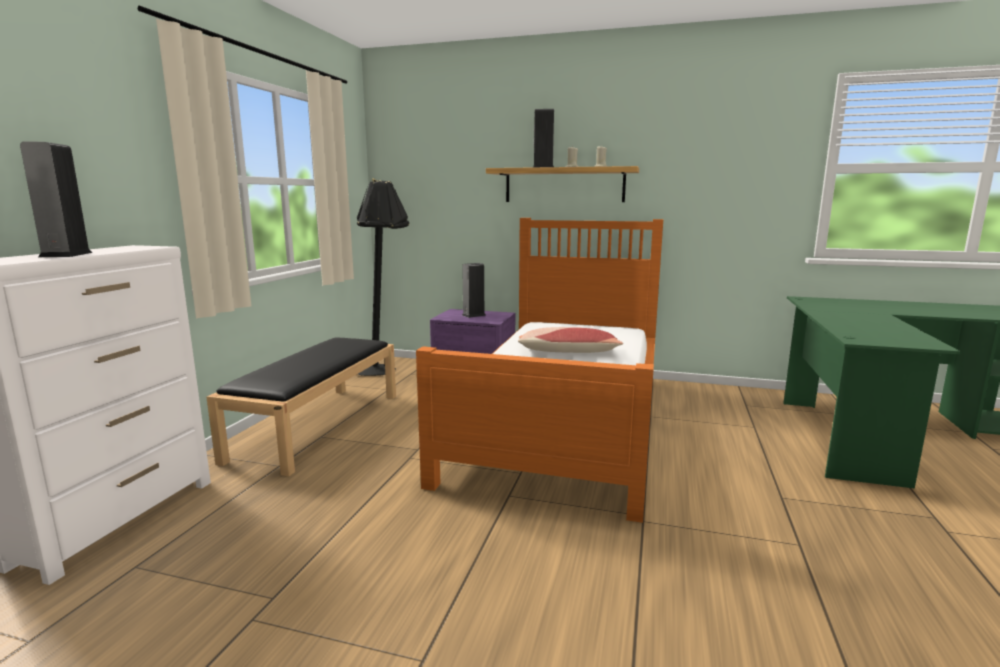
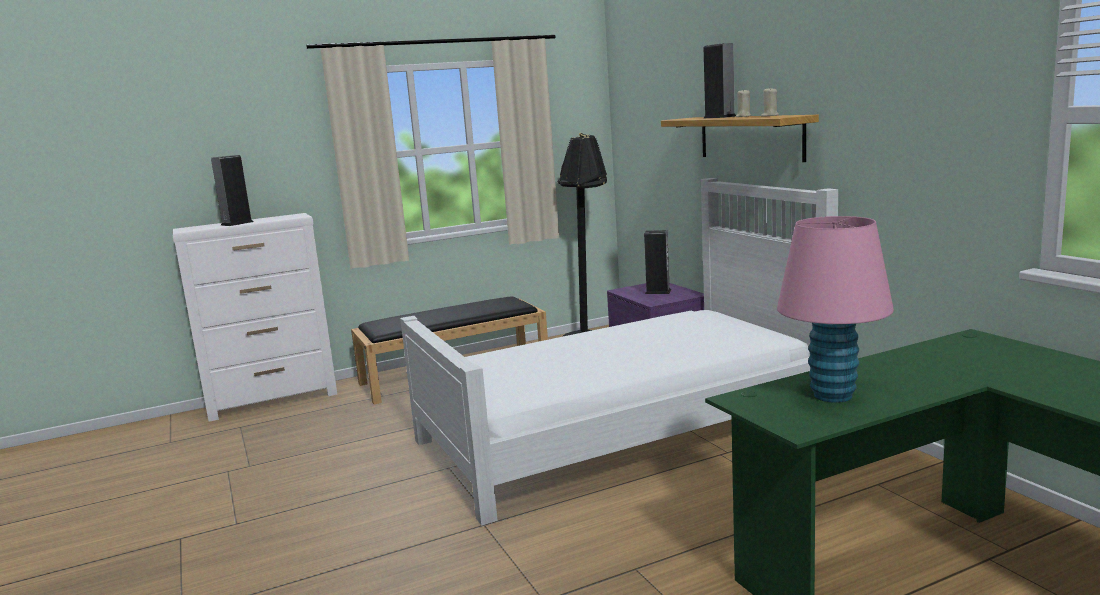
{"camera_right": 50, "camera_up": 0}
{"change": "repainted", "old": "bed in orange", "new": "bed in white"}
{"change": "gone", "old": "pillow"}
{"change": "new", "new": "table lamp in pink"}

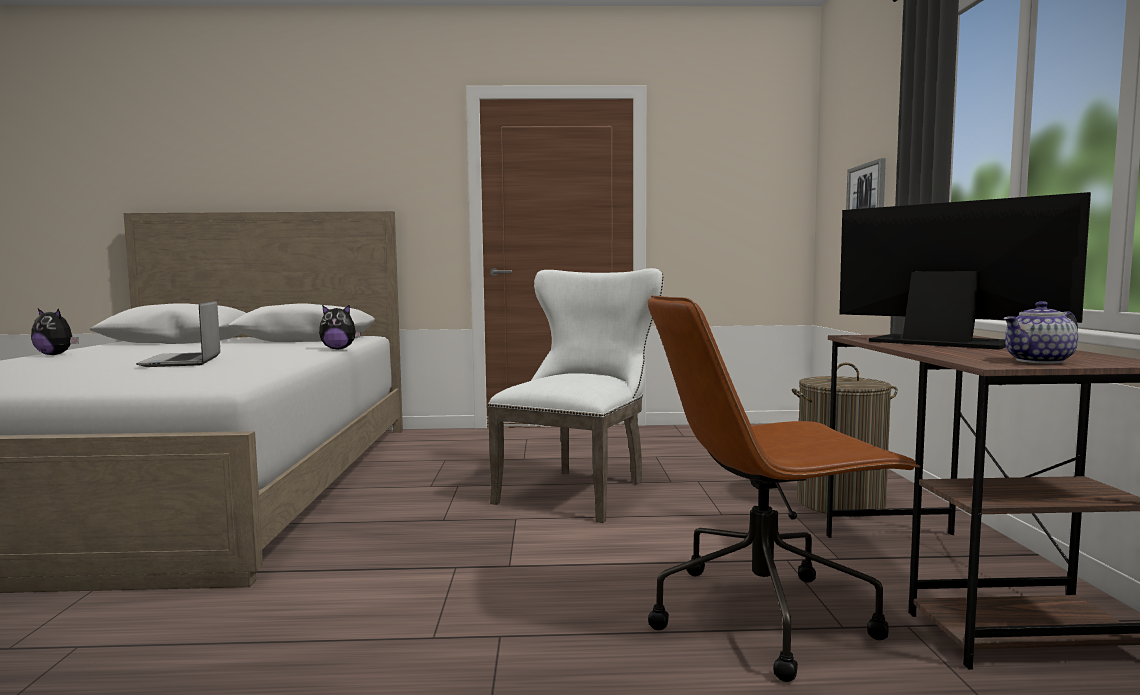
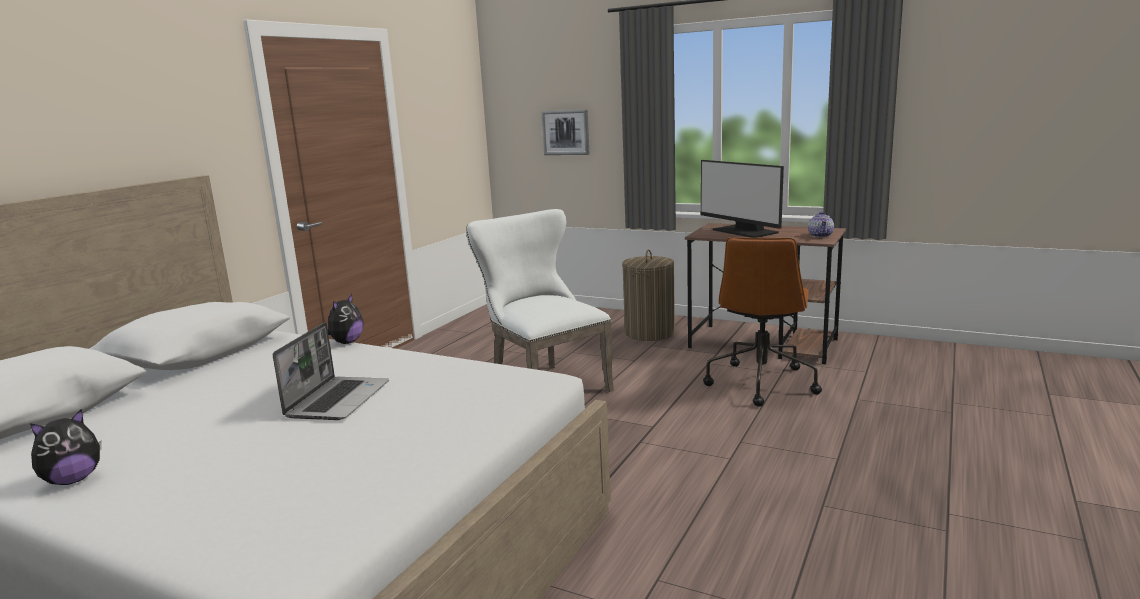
{"camera_right": -60, "camera_up": 10}
{"change": "rotated", "old": "monitor", "degrees": -105}
{"change": "rotated", "old": "laptop", "degrees": -90}

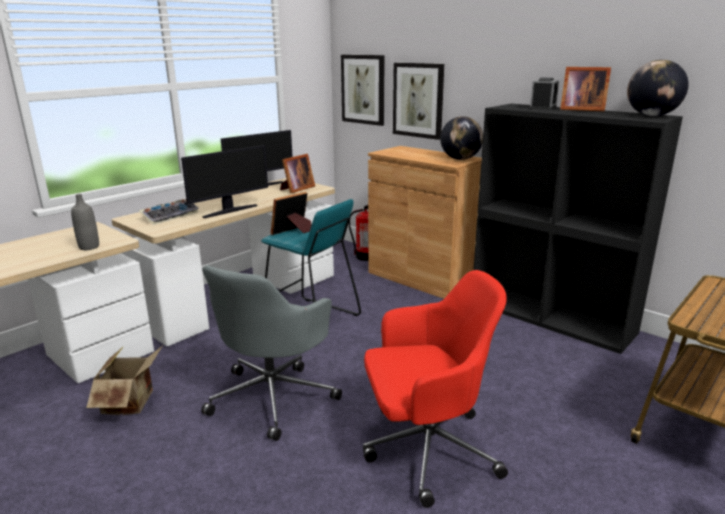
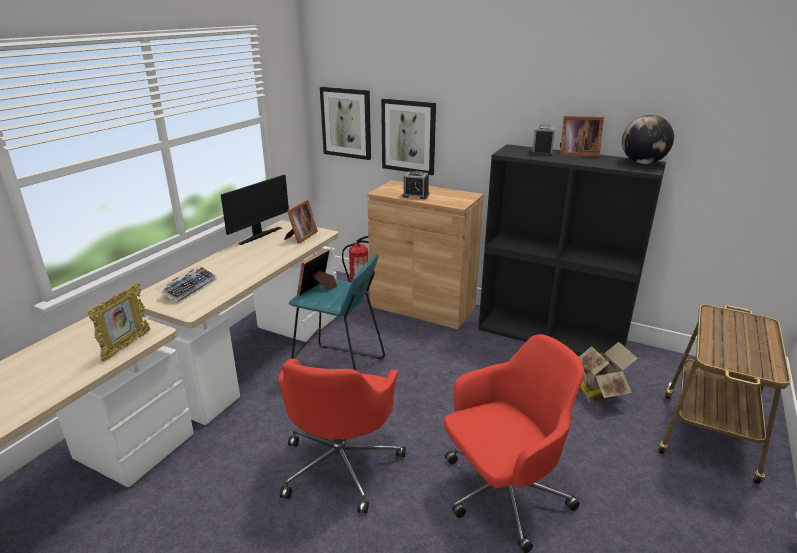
{"camera_right": -15, "camera_up": 5}
{"change": "gone", "old": "globe (no. 1 from left)"}
{"change": "gone", "old": "monitor (no. 1 from left)"}
{"change": "swapped", "old": "bottle in grey", "new": "picture frame (no. 1 from left)"}
{"change": "repainted", "old": "office chair in grey", "new": "office chair in red (no. 1 from left)"}
{"change": "shifted", "old": "cardboard box"}
{"change": "new", "new": "alarm clock (no. 1 from left)"}

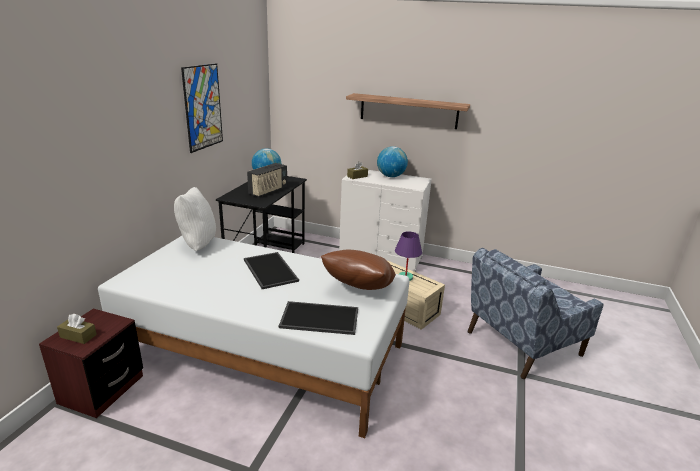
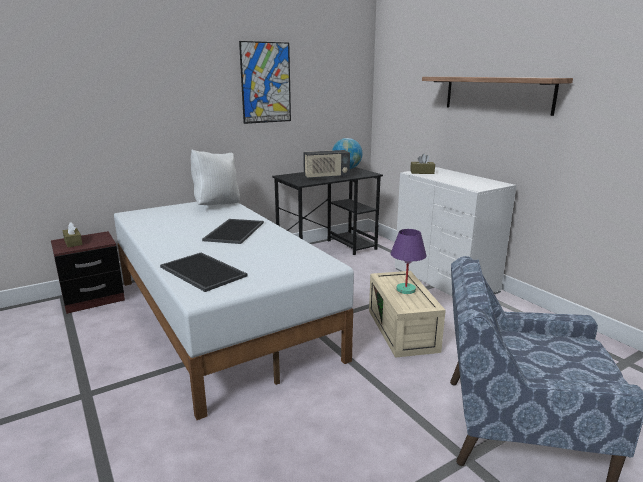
{"camera_right": 40, "camera_up": -5}
{"change": "gone", "old": "globe (no. 2 from left)"}
{"change": "gone", "old": "pillow in brown"}

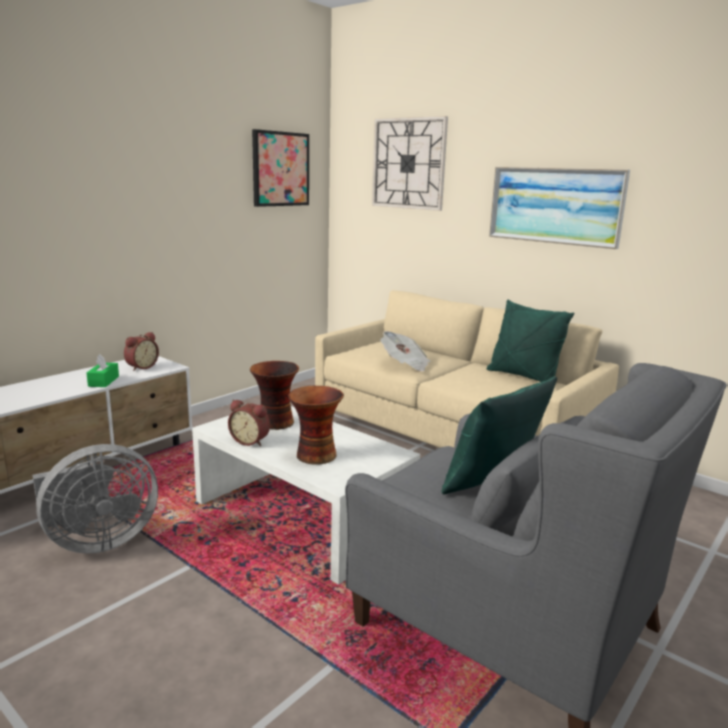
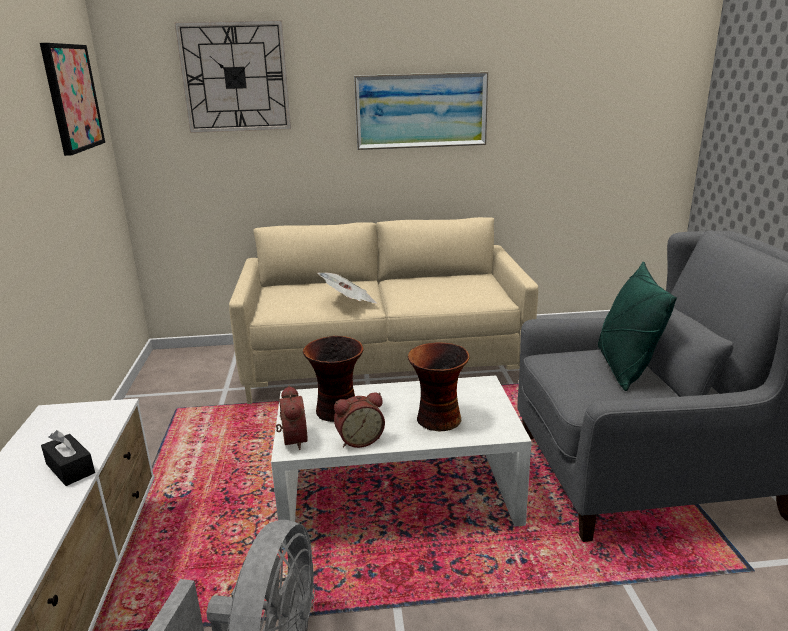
{"camera_right": -45, "camera_up": 5}
{"change": "gone", "old": "pillow in green (no. 2 from left)"}
{"change": "shifted", "old": "alarm clock (no. 1 from left)"}
{"change": "repainted", "old": "tissue box in green", "new": "tissue box in black"}

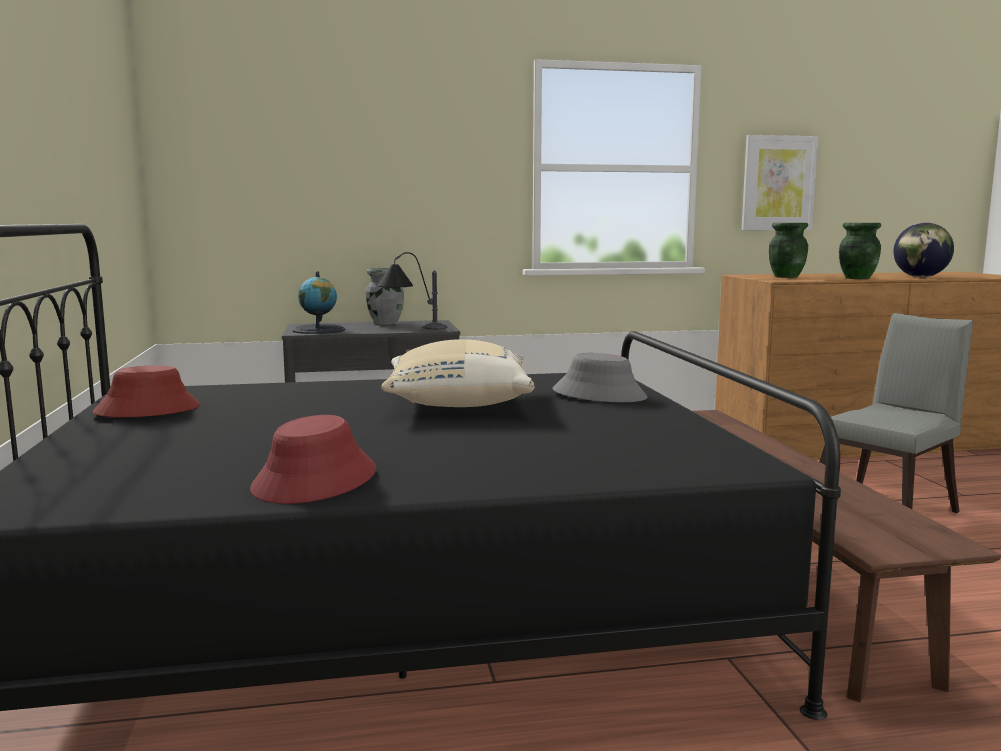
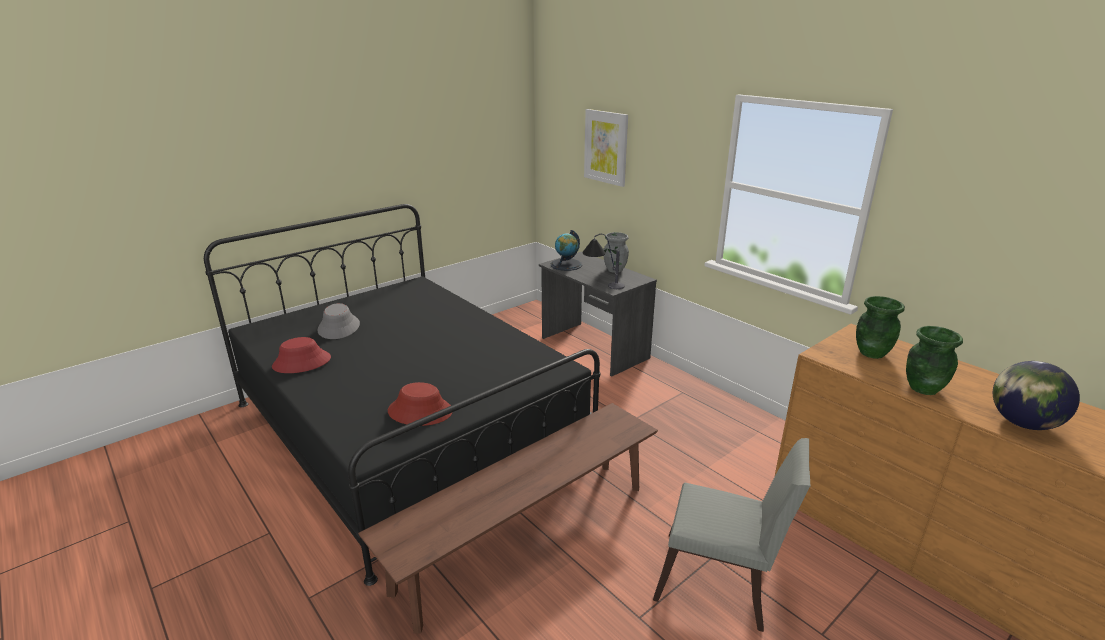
{"camera_right": 60, "camera_up": 15}
{"change": "shifted", "old": "picture"}
{"change": "gone", "old": "pillow in beige"}
{"change": "shifted", "old": "hat in grey"}
{"change": "shifted", "old": "hat in red (no. 1 from left in the first image)", "new": "hat in red (no. 2 from left)"}

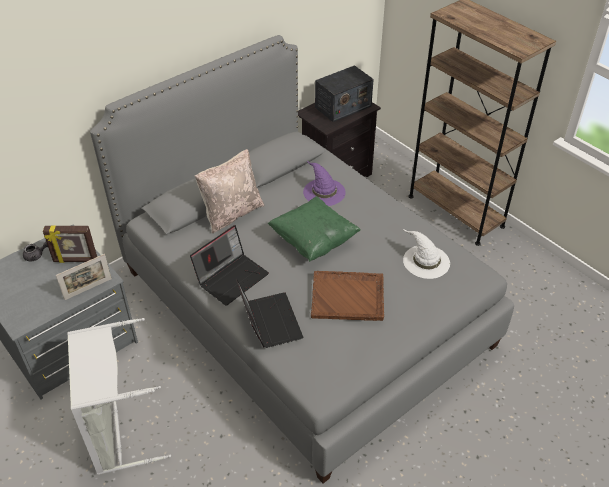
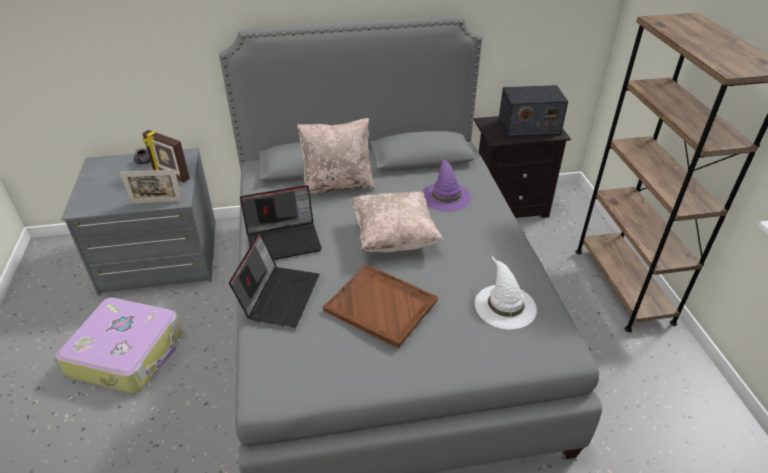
{"camera_right": 30, "camera_up": -5}
{"change": "repainted", "old": "pillow in green", "new": "pillow in beige (no. 2 from left)"}
{"change": "swapped", "old": "laundry basket in grey", "new": "suitcase"}

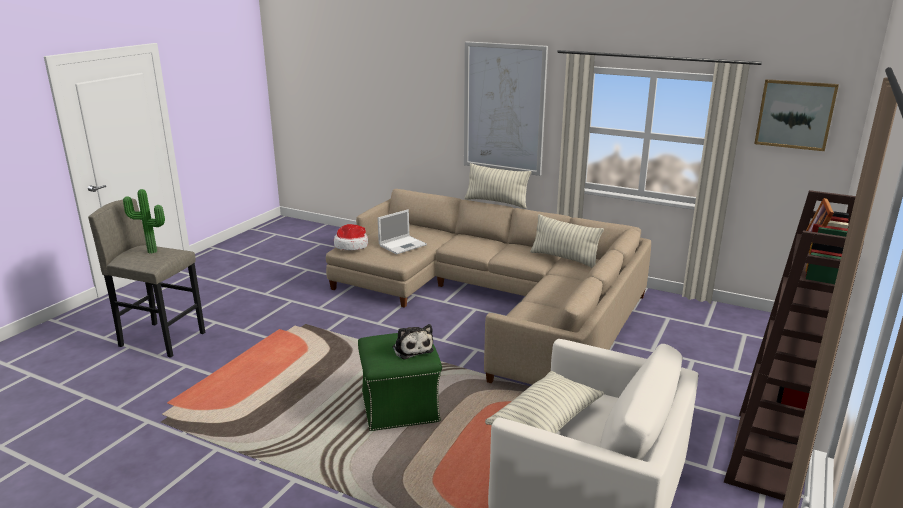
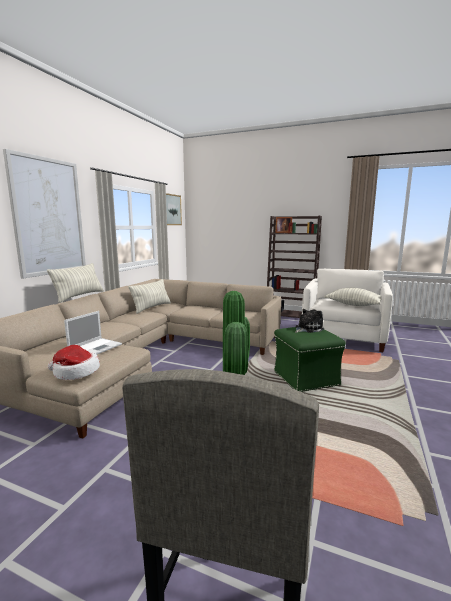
{"camera_right": -95, "camera_up": -10}
{"change": "rotated", "old": "laptop", "degrees": 75}

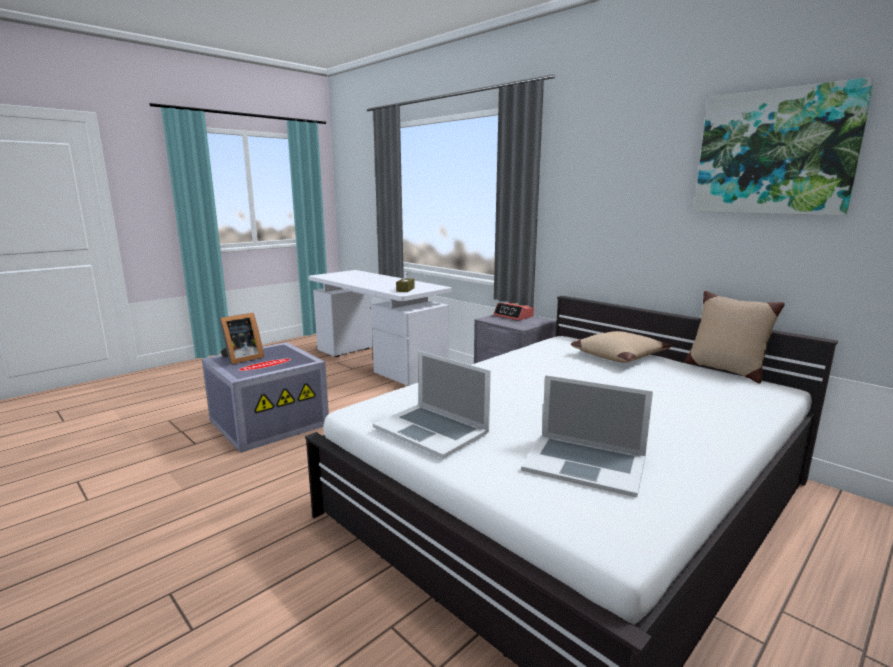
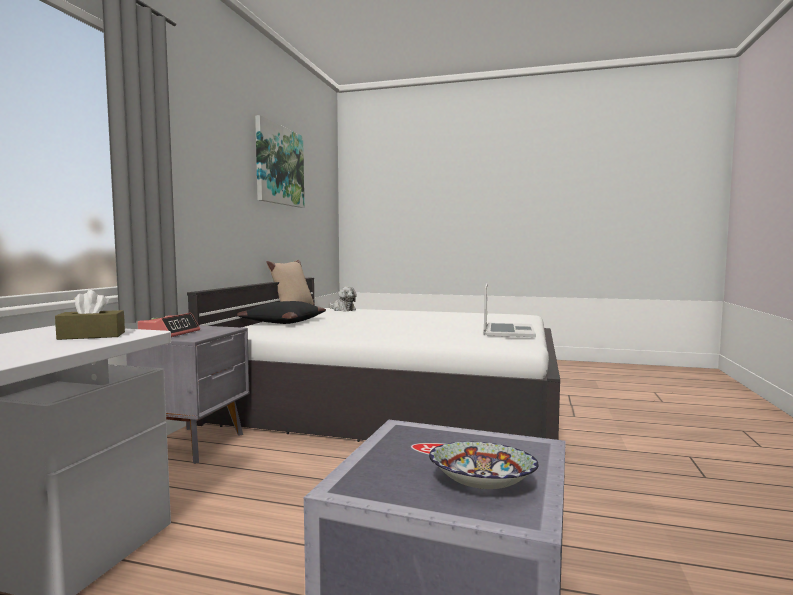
{"camera_right": -120, "camera_up": -10}
{"change": "swapped", "old": "picture frame", "new": "bowl"}
{"change": "repainted", "old": "pillow in beige (no. 1 from left)", "new": "pillow in black"}
{"change": "gone", "old": "laptop (no. 2 from left)"}
{"change": "new", "new": "plush toy"}

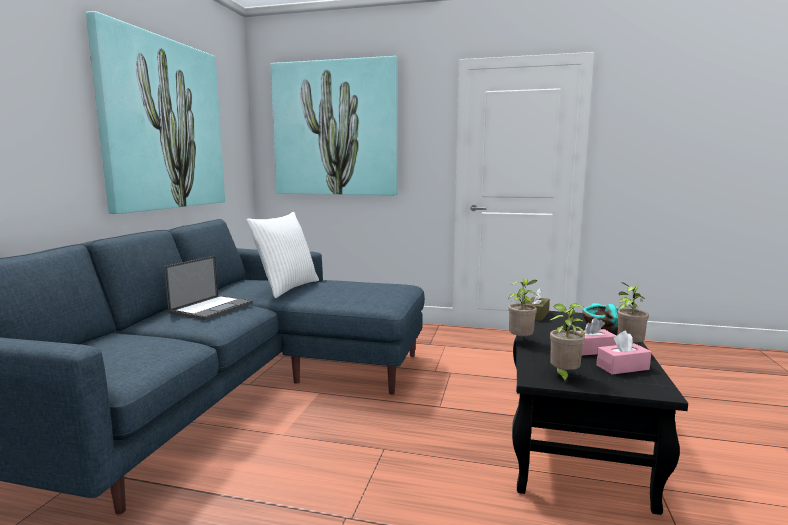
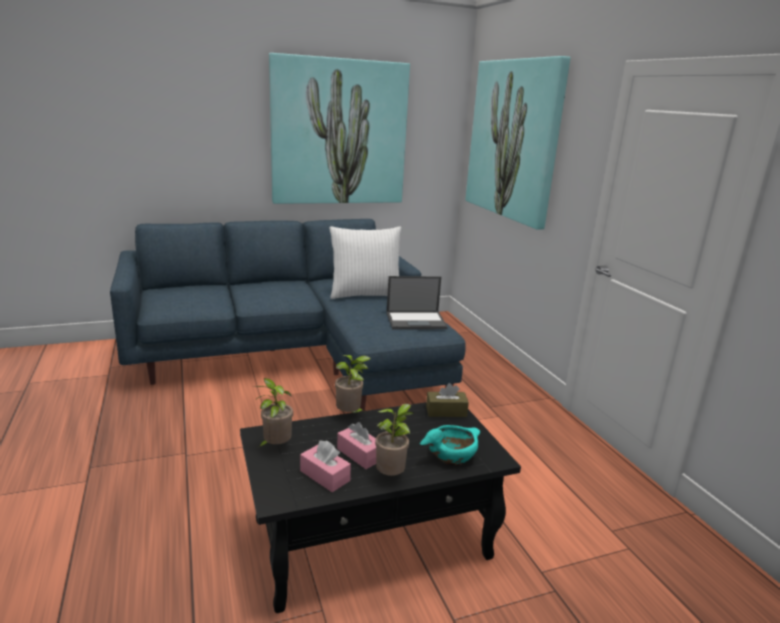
{"camera_right": 55, "camera_up": 10}
{"change": "shifted", "old": "laptop"}

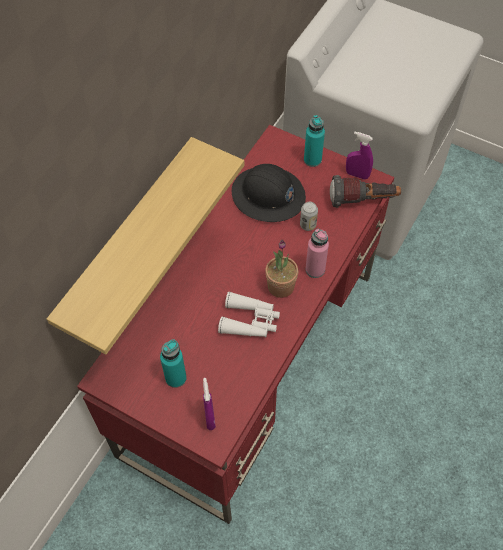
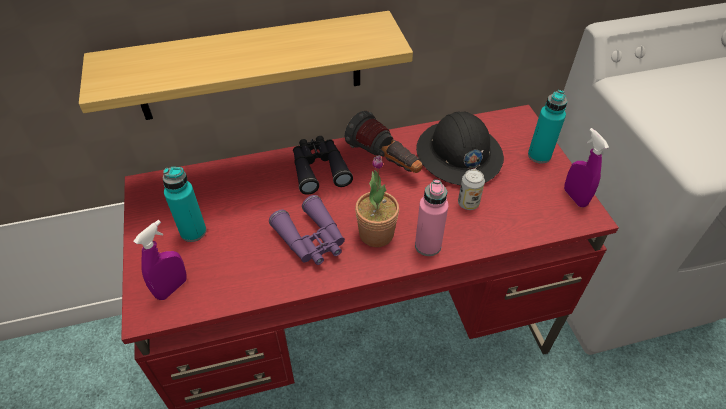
{"camera_right": 45, "camera_up": -10}
{"change": "shifted", "old": "flashlight"}
{"change": "repainted", "old": "binoculars in white", "new": "binoculars in purple"}
{"change": "new", "new": "binoculars in black"}

